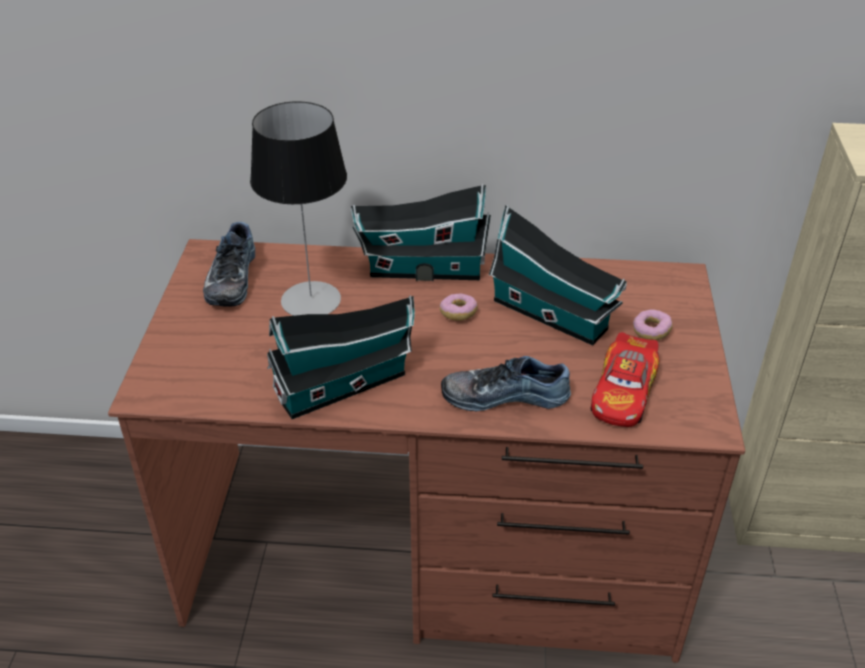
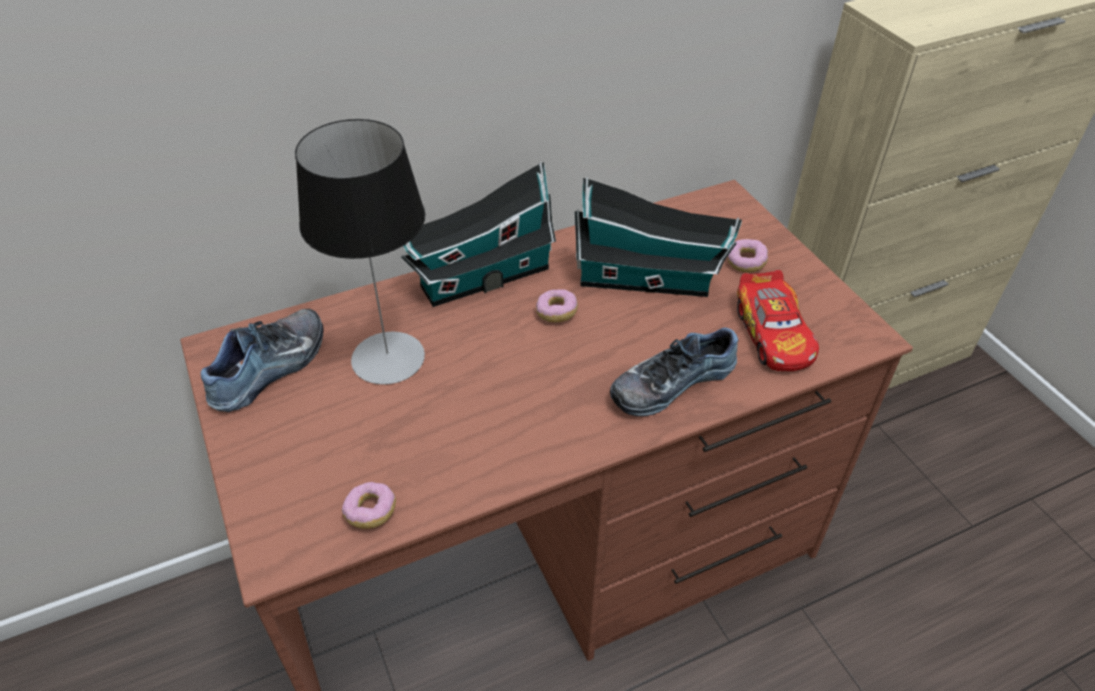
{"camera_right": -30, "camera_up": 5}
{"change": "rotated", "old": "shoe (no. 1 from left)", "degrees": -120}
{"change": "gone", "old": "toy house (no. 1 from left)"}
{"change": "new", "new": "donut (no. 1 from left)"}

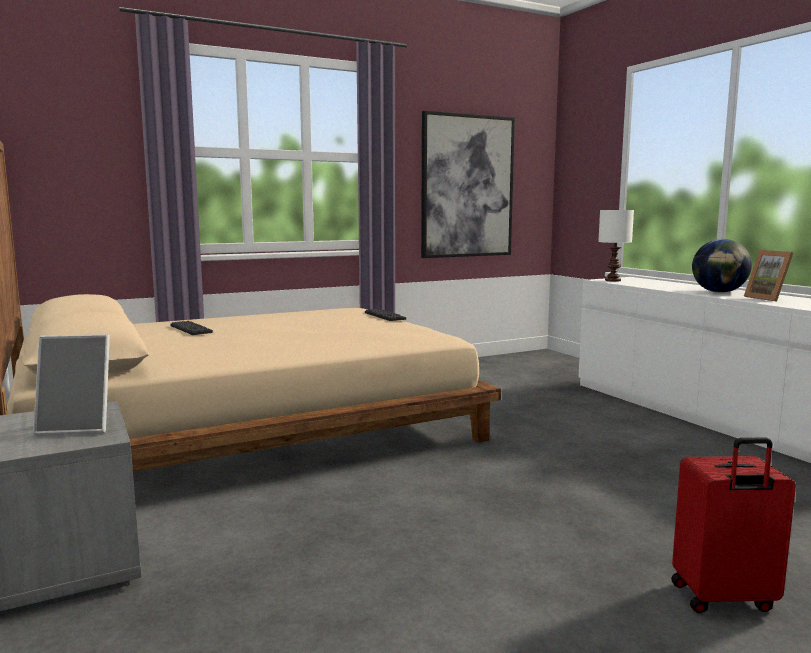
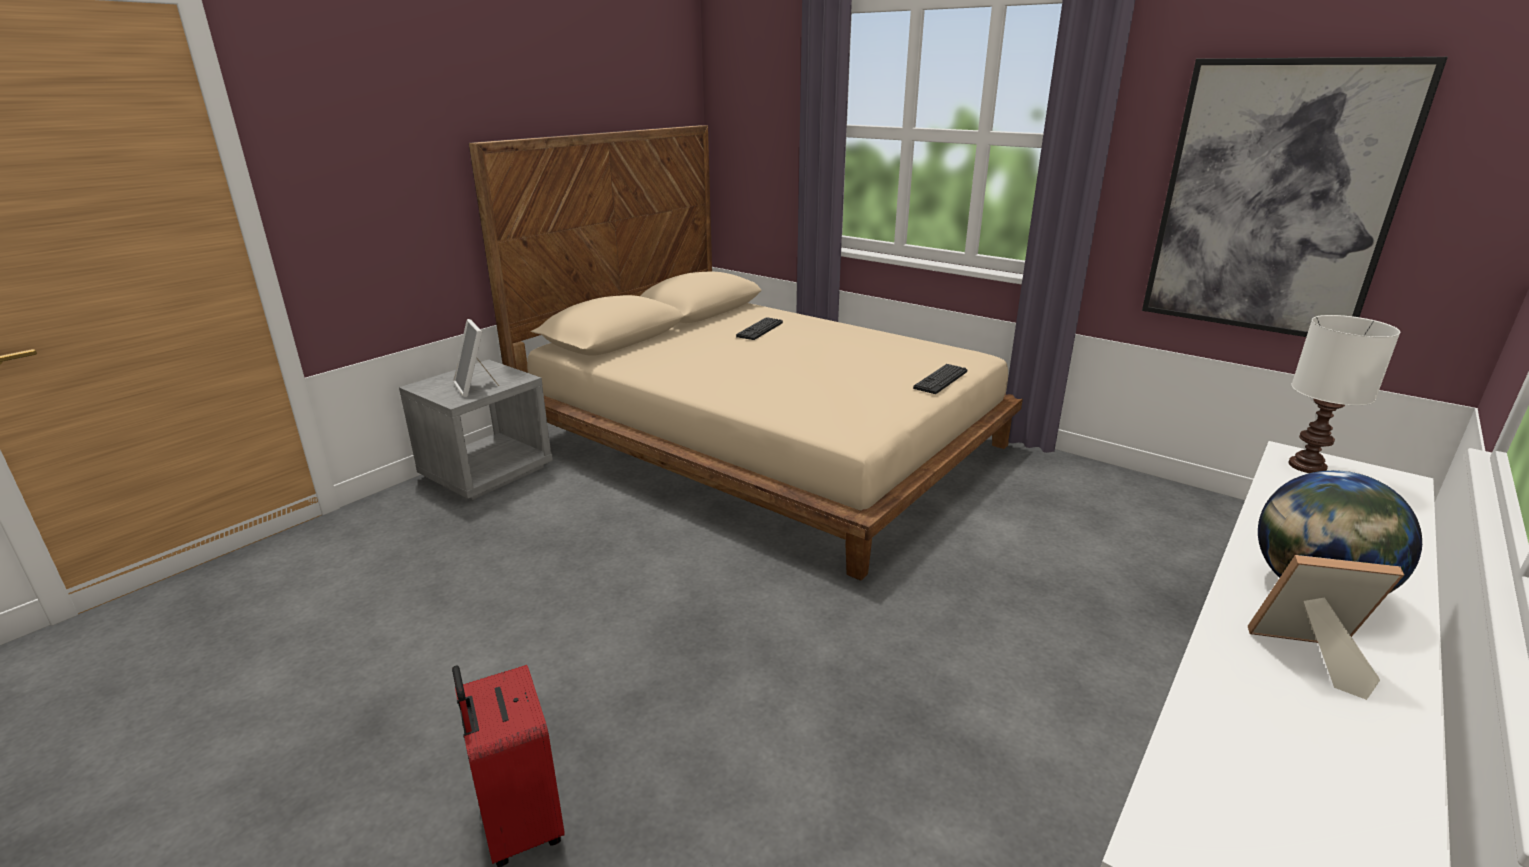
{"camera_right": 65, "camera_up": 15}
{"change": "rotated", "old": "picture frame (no. 2 from left)", "degrees": 60}

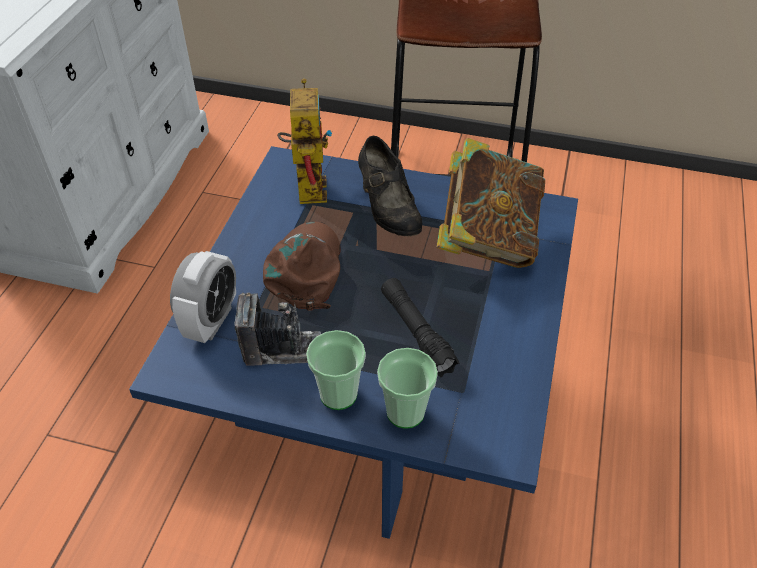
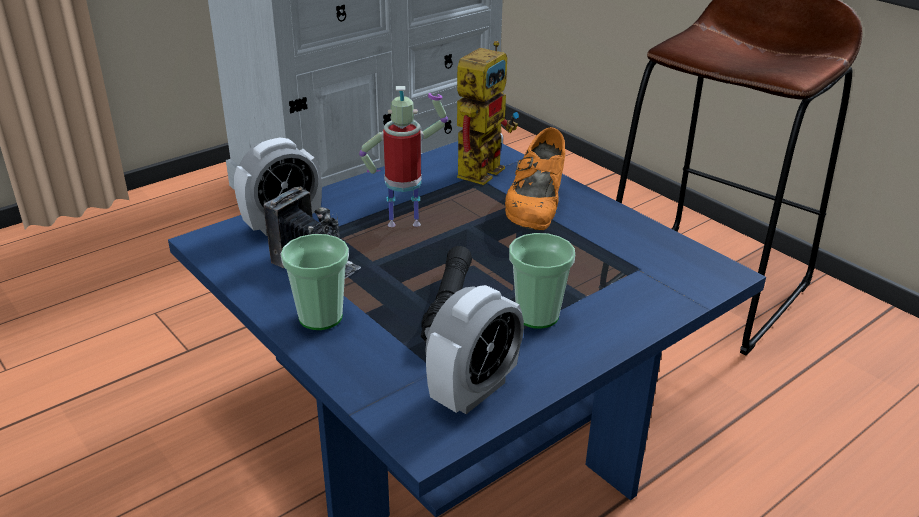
{"camera_right": 35, "camera_up": -15}
{"change": "repainted", "old": "shoe in black", "new": "shoe in orange"}
{"change": "gone", "old": "book"}
{"change": "swapped", "old": "cap in brown", "new": "toy robot (no. 1 from left)"}
{"change": "shifted", "old": "cup (no. 2 from left)"}
{"change": "new", "new": "alarm clock (no. 2 from left)"}

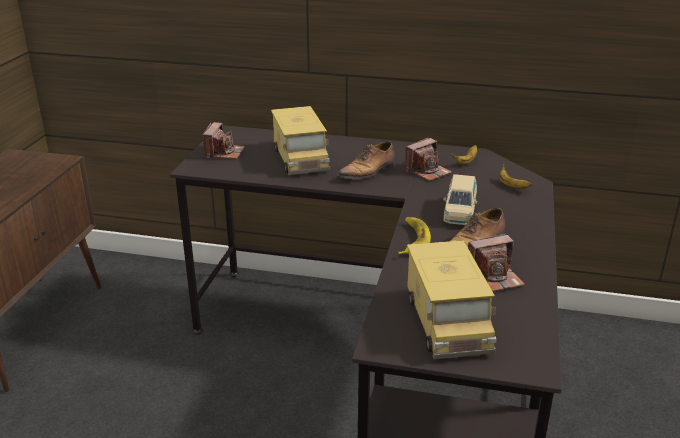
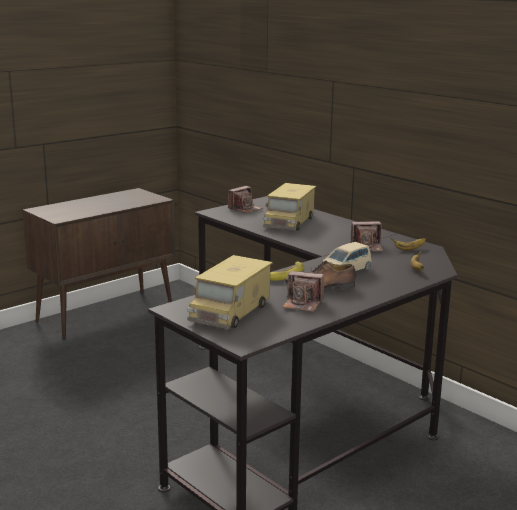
{"camera_right": 35, "camera_up": -10}
{"change": "gone", "old": "shoe (no. 1 from left)"}

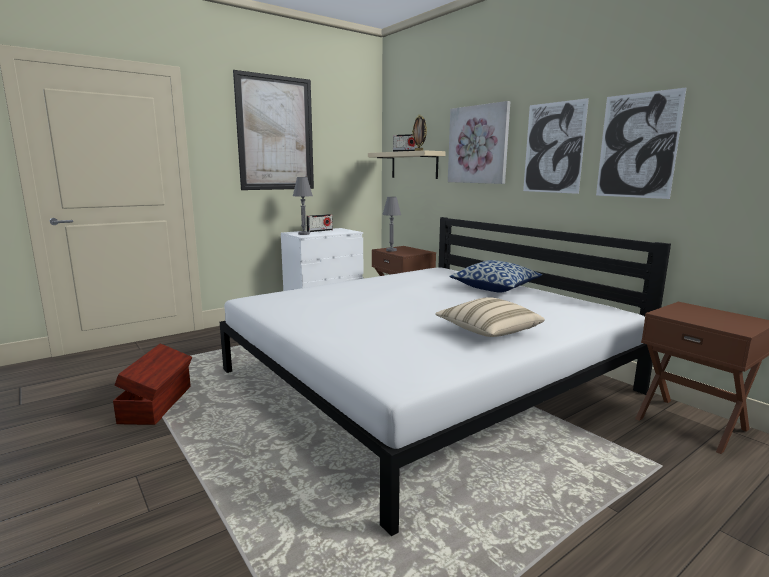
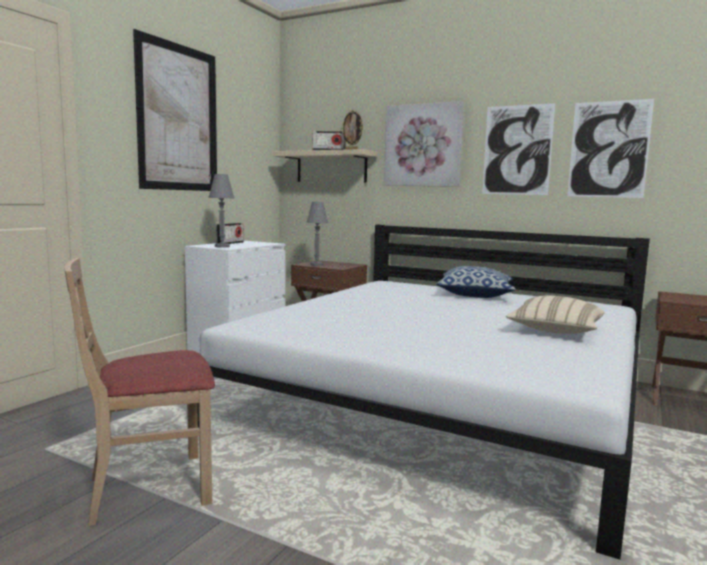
{"camera_right": -25, "camera_up": -5}
{"change": "swapped", "old": "storage box in brown", "new": "chair in beige"}

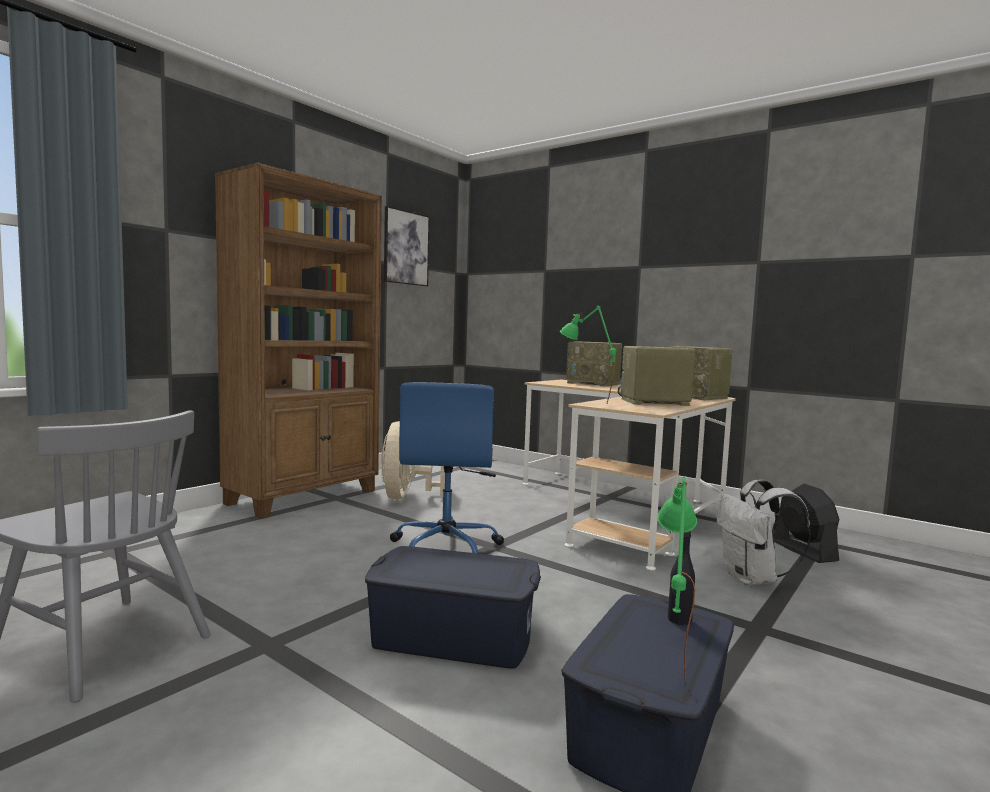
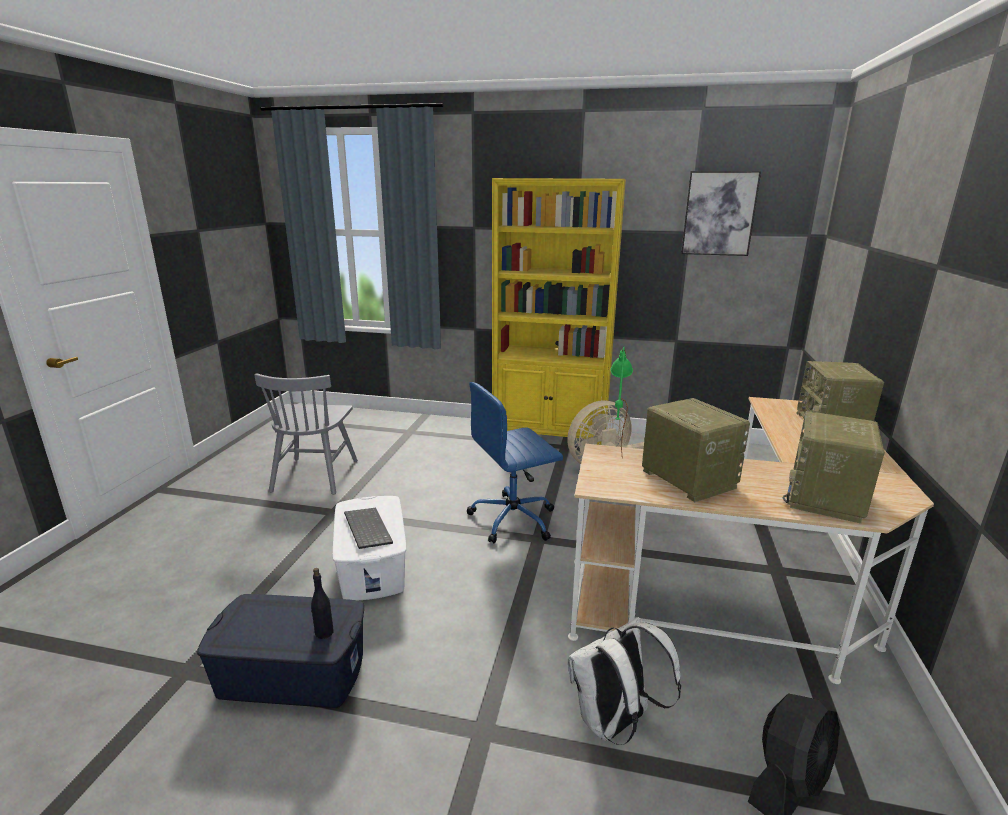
{"camera_right": 65, "camera_up": 15}
{"change": "repainted", "old": "bookcase in brown", "new": "bookcase in yellow"}
{"change": "gone", "old": "table lamp in green (no. 2 from left)"}
{"change": "repainted", "old": "storage box in blue (no. 1 from left)", "new": "storage box in white"}
{"change": "new", "new": "keyboard"}

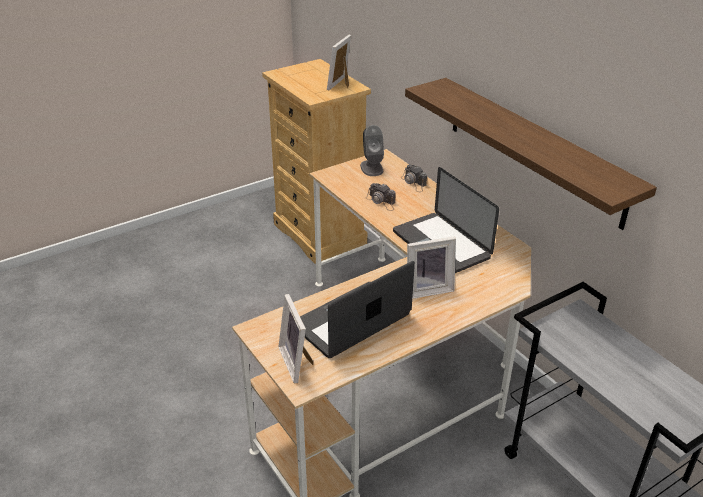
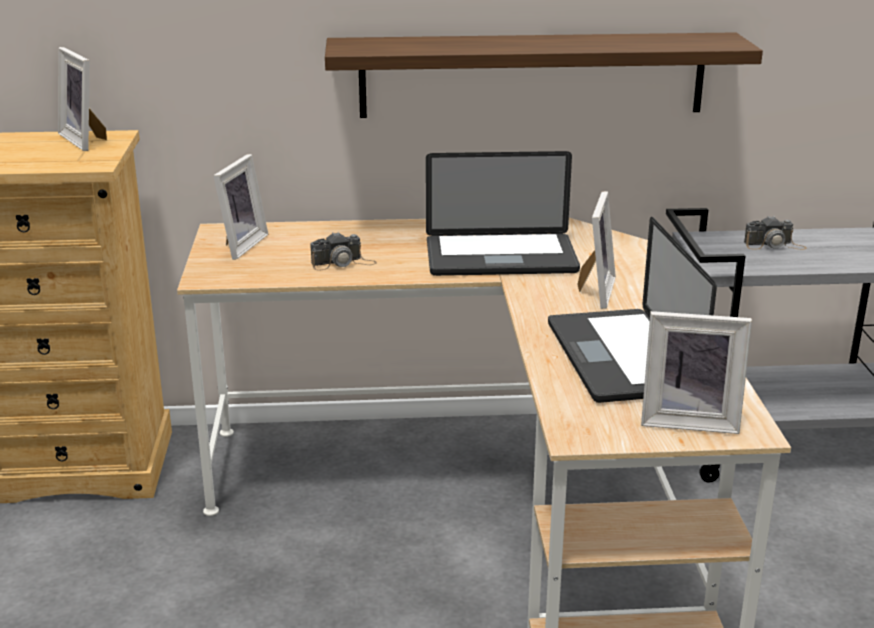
{"camera_right": -60, "camera_up": -10}
{"change": "swapped", "old": "speaker in grey", "new": "picture frame (no. 2 from left)"}
{"change": "shifted", "old": "photo camera (no. 2 from left)"}

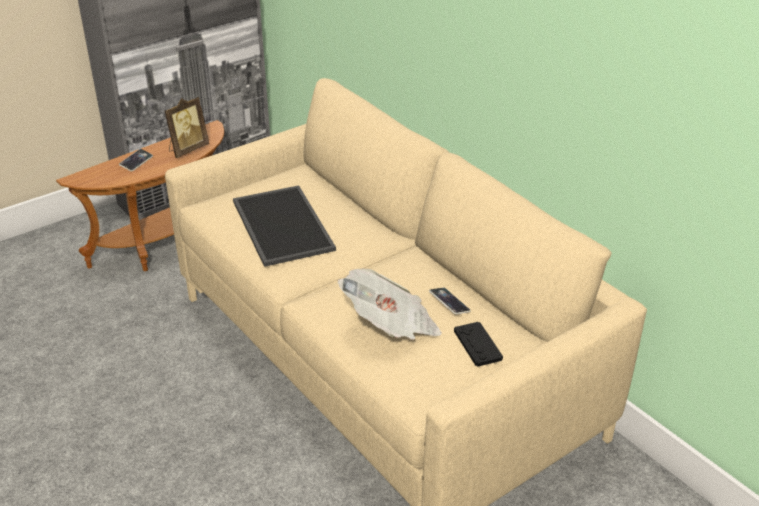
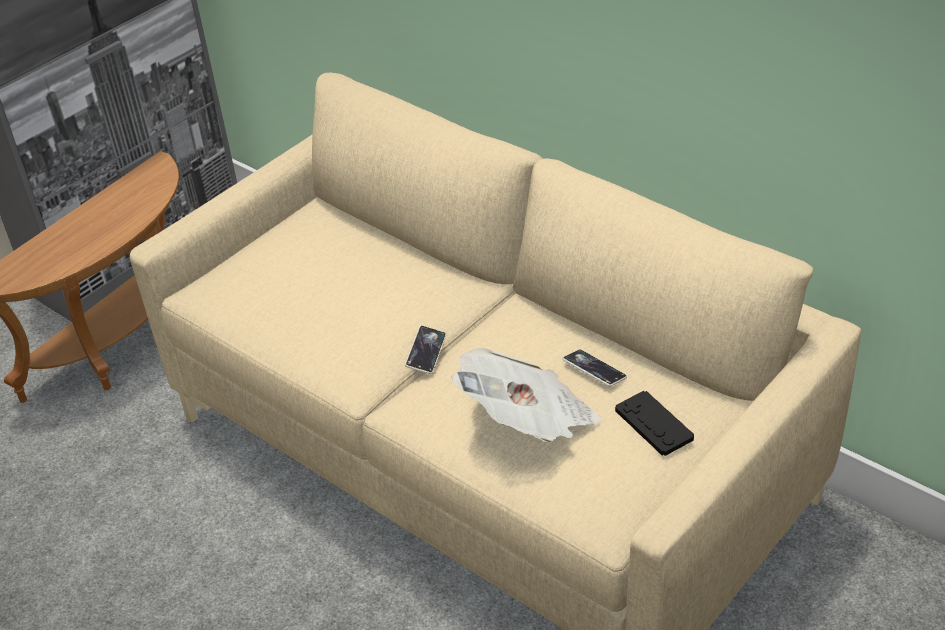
{"camera_right": -10, "camera_up": 5}
{"change": "gone", "old": "picture frame"}
{"change": "shifted", "old": "phone (no. 1 from left)"}
{"change": "gone", "old": "tray"}

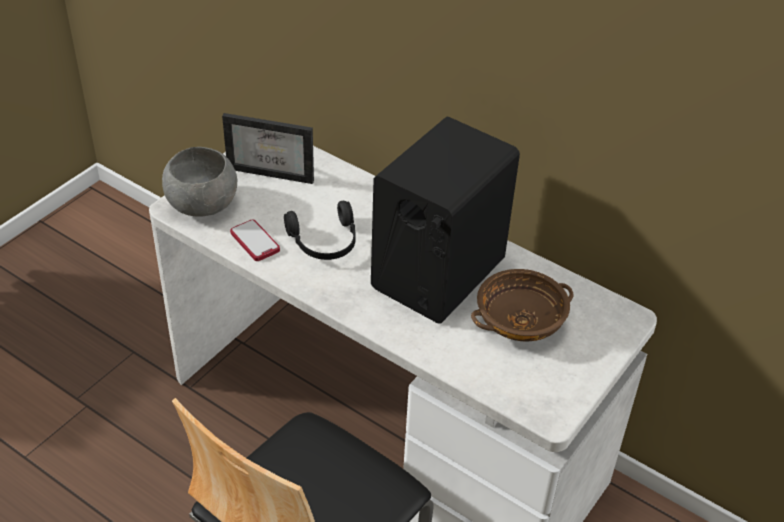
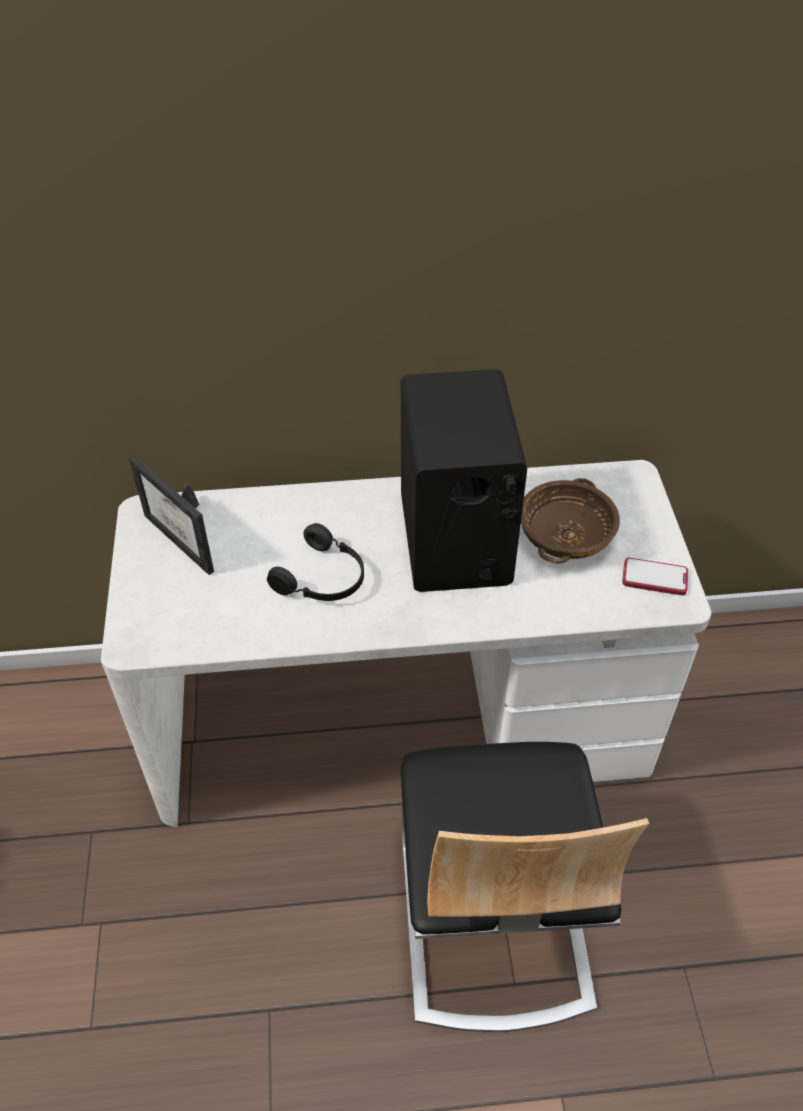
{"camera_right": -40, "camera_up": 5}
{"change": "rotated", "old": "picture frame", "degrees": 75}
{"change": "gone", "old": "bowl in grey"}
{"change": "shifted", "old": "phone"}

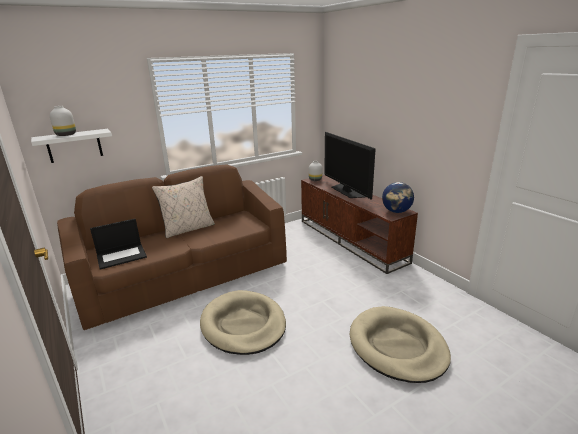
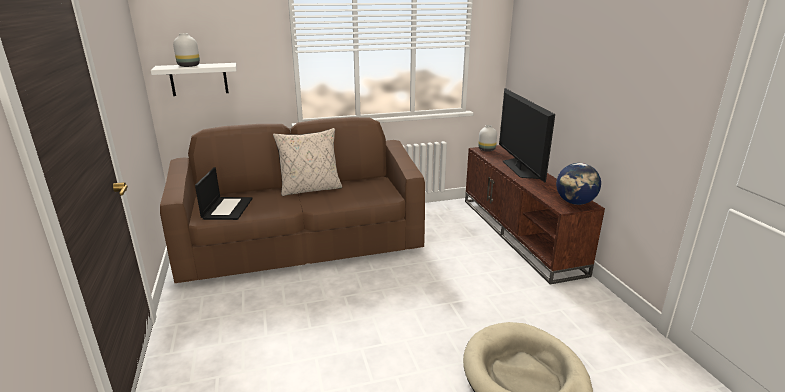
{"camera_right": 15, "camera_up": 0}
{"change": "rotated", "old": "laptop", "degrees": -75}
{"change": "gone", "old": "dog bed in beige (no. 1 from left)"}

